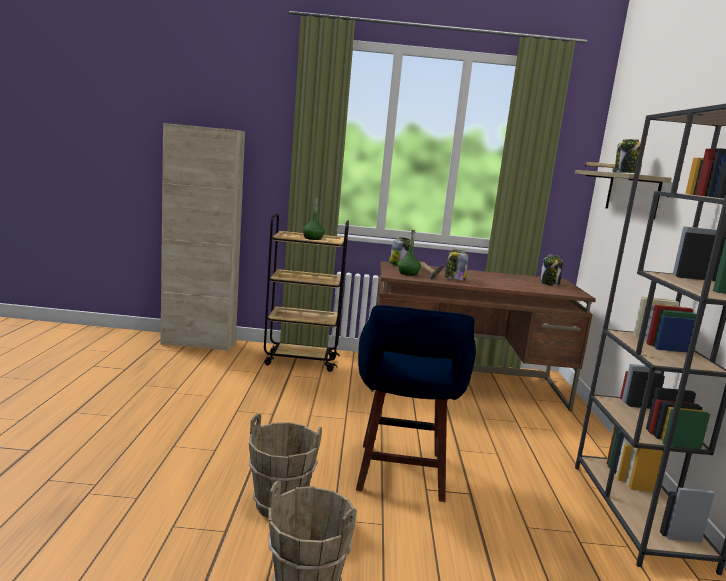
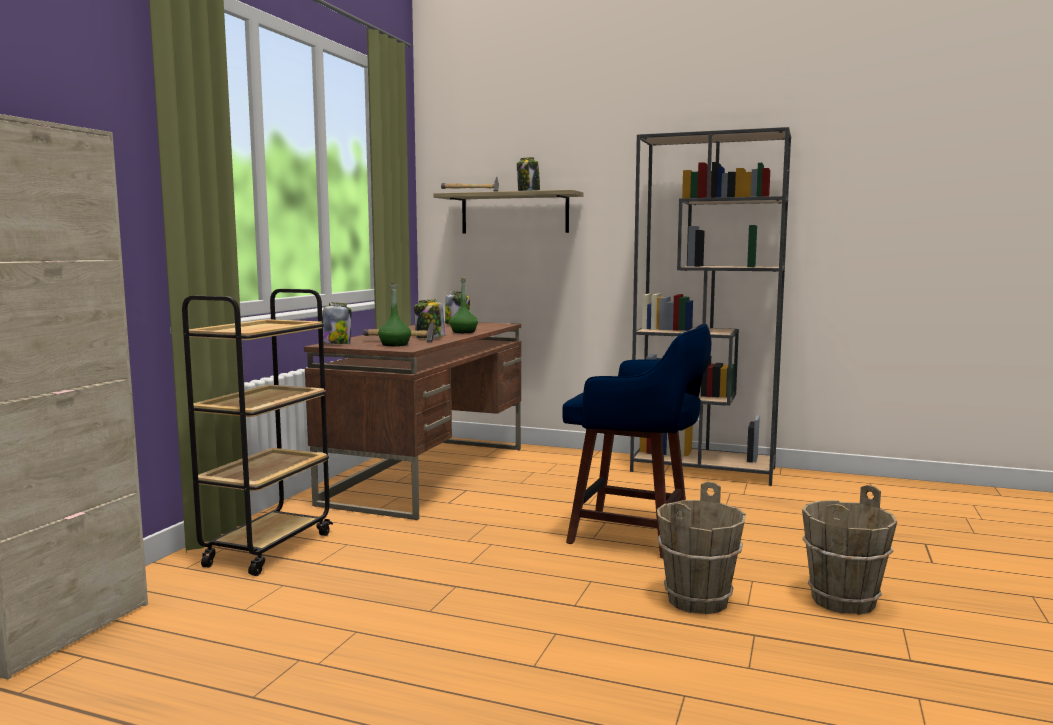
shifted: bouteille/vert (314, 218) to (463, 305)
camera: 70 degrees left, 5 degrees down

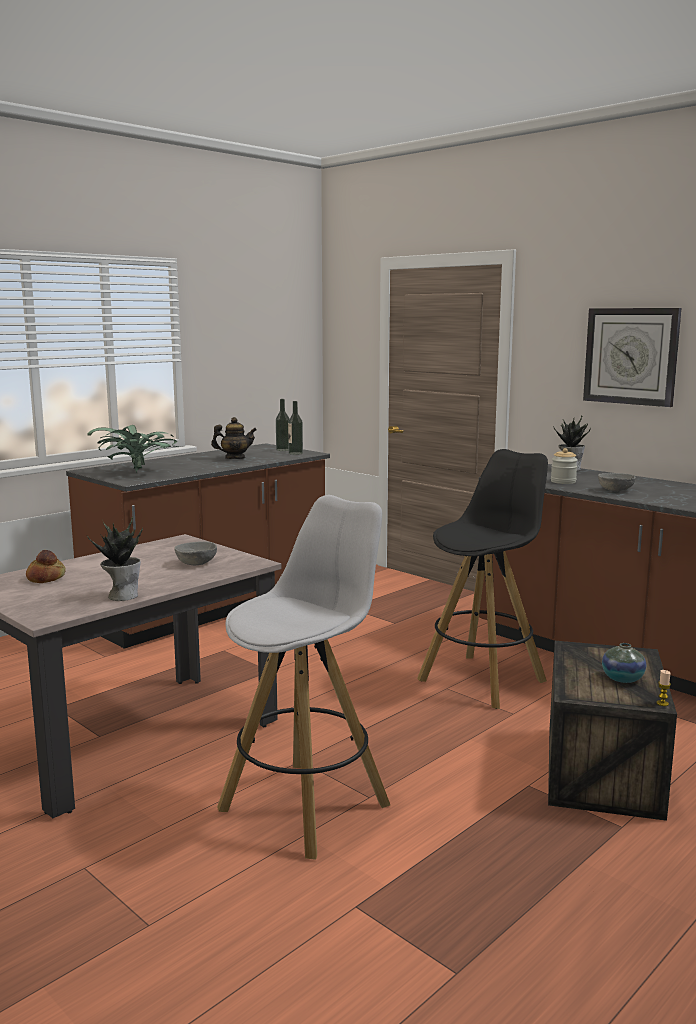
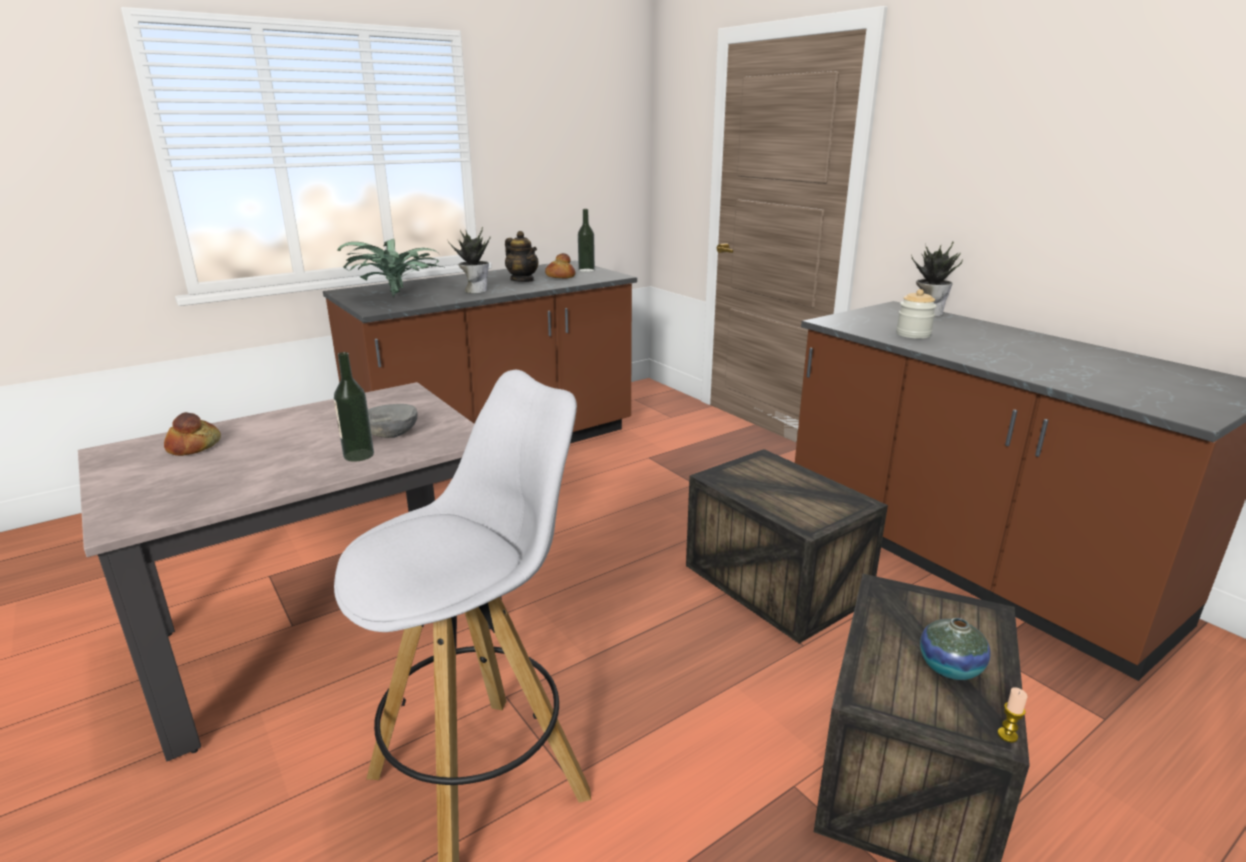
gone: horloge murale (632, 357); bol/gris (617, 482)
new: pain (560, 266)
shifted: plante en pot (115, 558) to (469, 260); bouteille (295, 428) to (354, 407)
swapped: tabouret/noir (482, 579) to caisse (787, 546)
rotated: théière (234, 438) = (522, 256) 45 degrees clockwise
camera: 10 degrees right, 10 degrees up

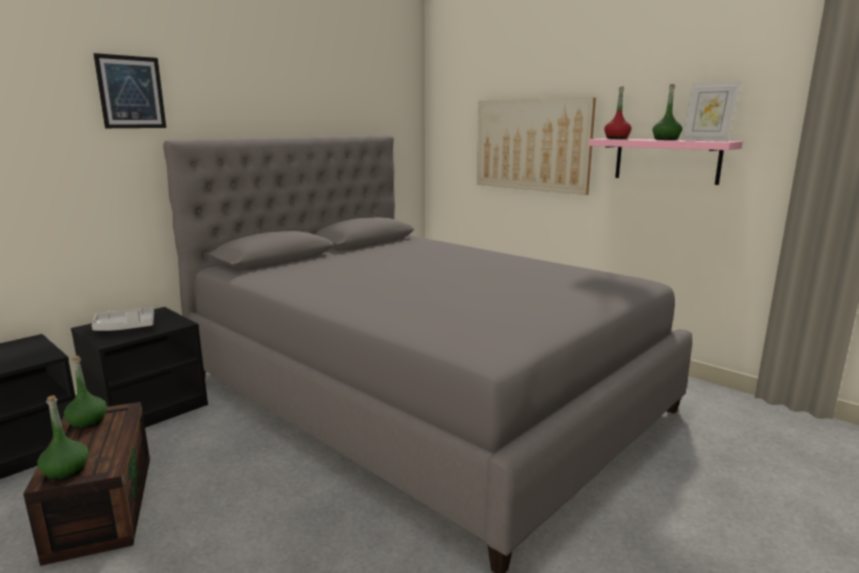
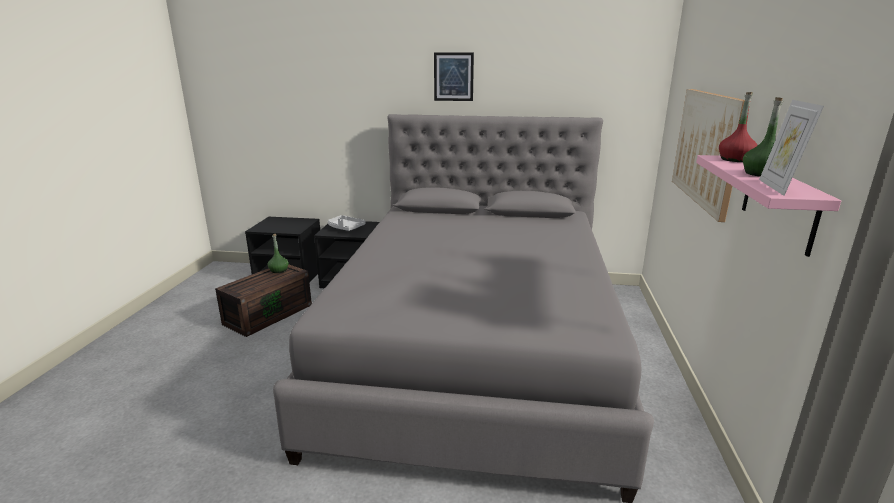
gone: bouteille/vert (63, 438)
shifted: tableau (129, 90) to (454, 76)
camera: 55 degrees right, 5 degrees up

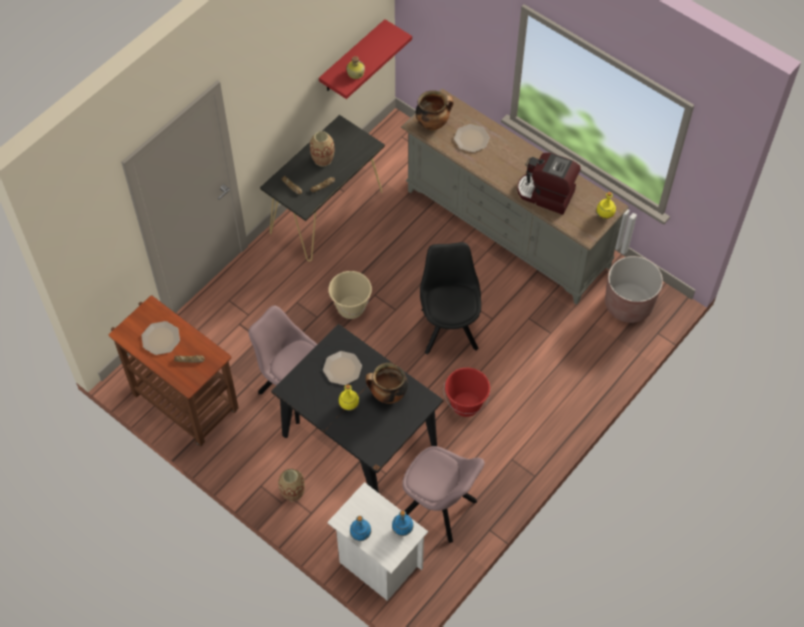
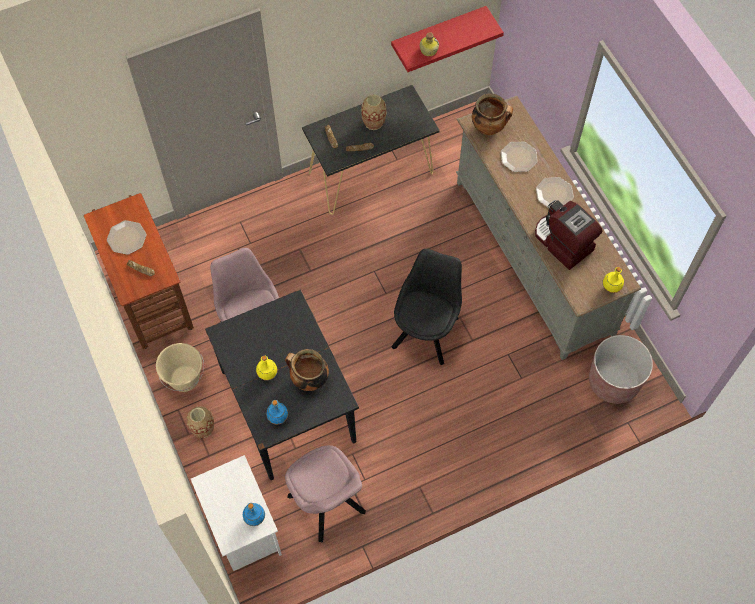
gone: seau/rouge (467, 392)
shifted: assiette (342, 368) to (555, 192); seau/beige (350, 295) to (180, 367); bouteille/bleu (360, 528) to (277, 412)
camera: 25 degrees right, 5 degrees up

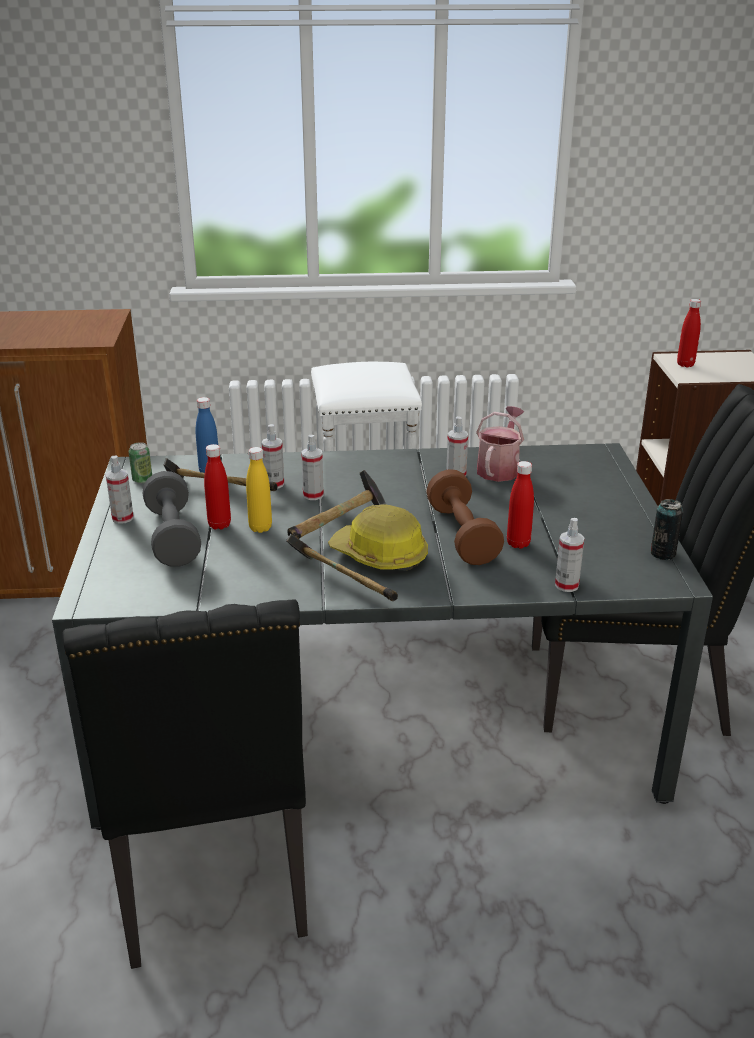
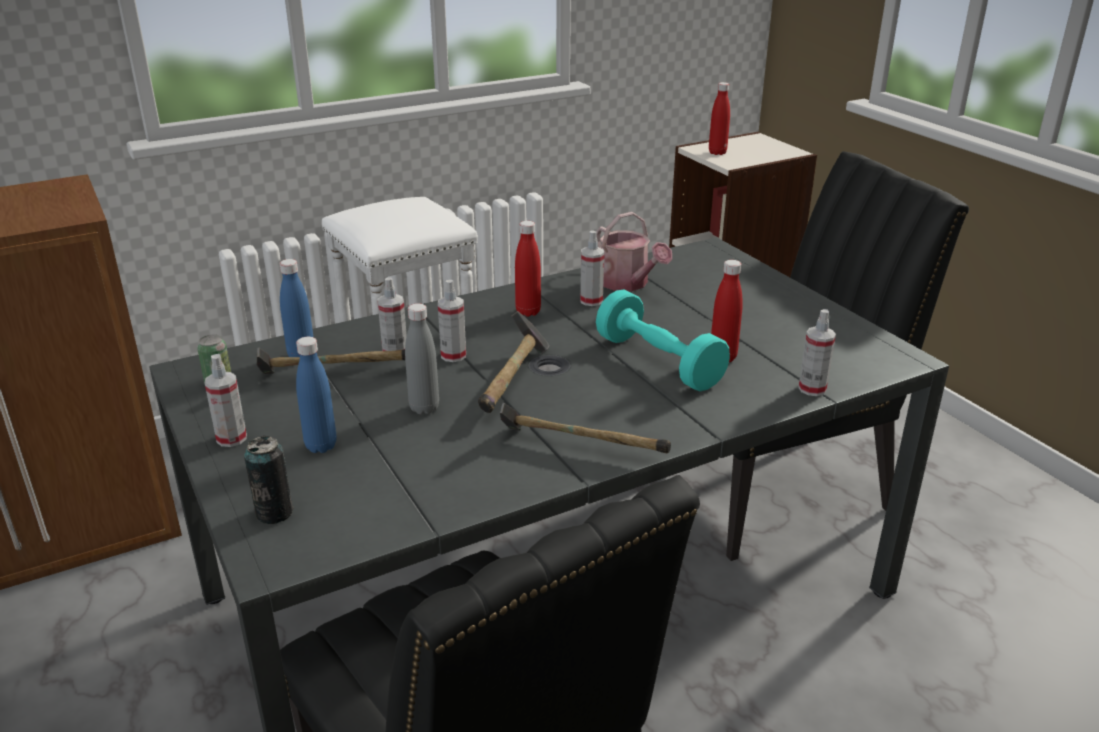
gone: casque de chantier (378, 538)
shifted: bouteille/rouge (217, 487) to (528, 269); boîte métallique (667, 529) to (269, 480)
swapped: haltère/gris (171, 519) to bouteille/bleu (316, 395)
repainted: bouteille/jaune (259, 490) to bouteille/gris (422, 358); haltère/marron (465, 517) to haltère/turquoise (663, 340)
rotated: arrosoir (500, 444) = (634, 251) 150 degrees clockwise
camera: 25 degrees left, 0 degrees up

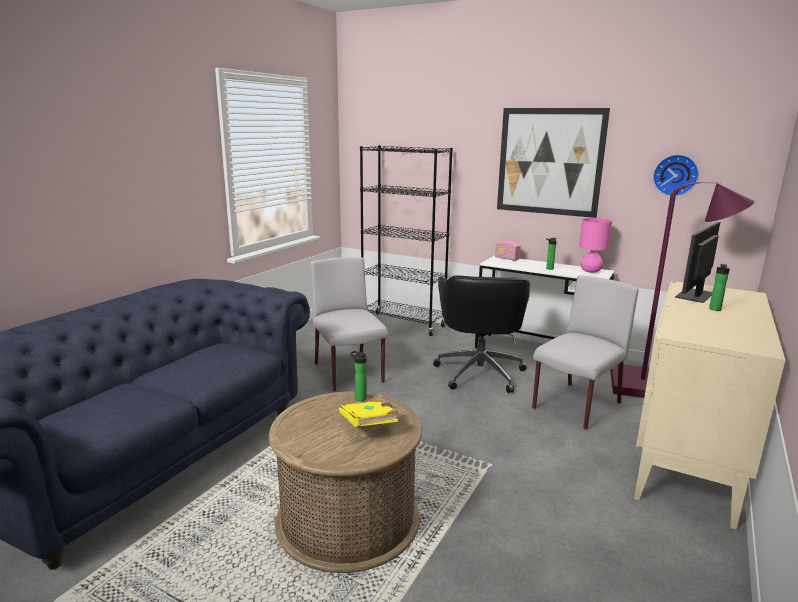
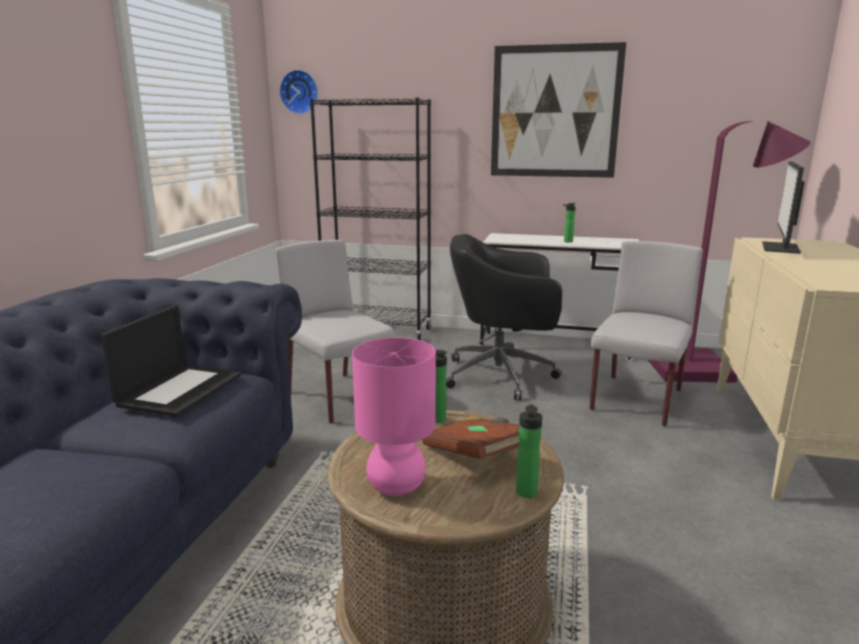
gone: radio (507, 251)
new: ordinateur portable (171, 361)
shifted: lampe de table/rose (595, 245) to (394, 416); horloge murale (676, 175) to (298, 92); bouteille (719, 287) to (529, 451)
repainted: livre/jaune (368, 413) to livre/marron (471, 437)
rotated: chaise de bureau/noir (481, 334) = (504, 317) 105 degrees clockwise
camera: 15 degrees left, 0 degrees up

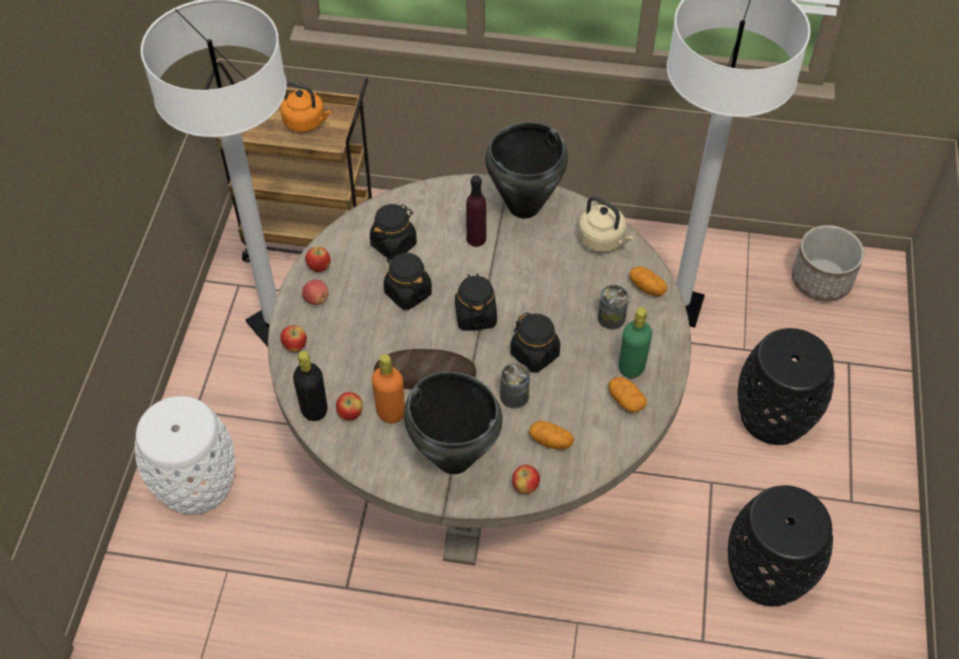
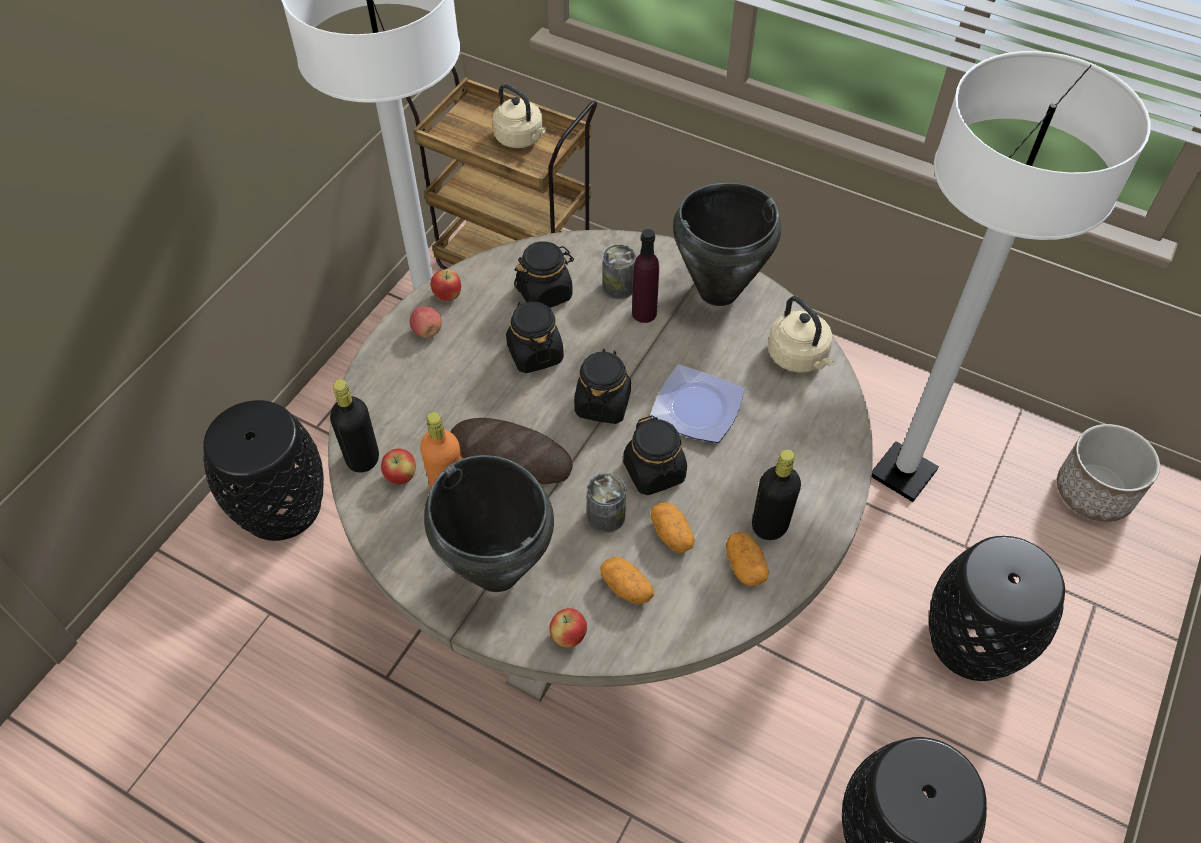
gone: pomme (293, 338)
new: assiette (697, 404)
shifted: boîte métallique (613, 307) to (619, 272); pomme de terre (648, 281) to (673, 528)
repainted: tabouret/blanc (185, 455) to tabouret/noir (263, 470); bouilloire/orange (306, 107) to bouilloire/beige (519, 116); bouteille/vert (635, 342) to bouteille/noir (776, 495)
camera: 20 degrees right, 0 degrees up

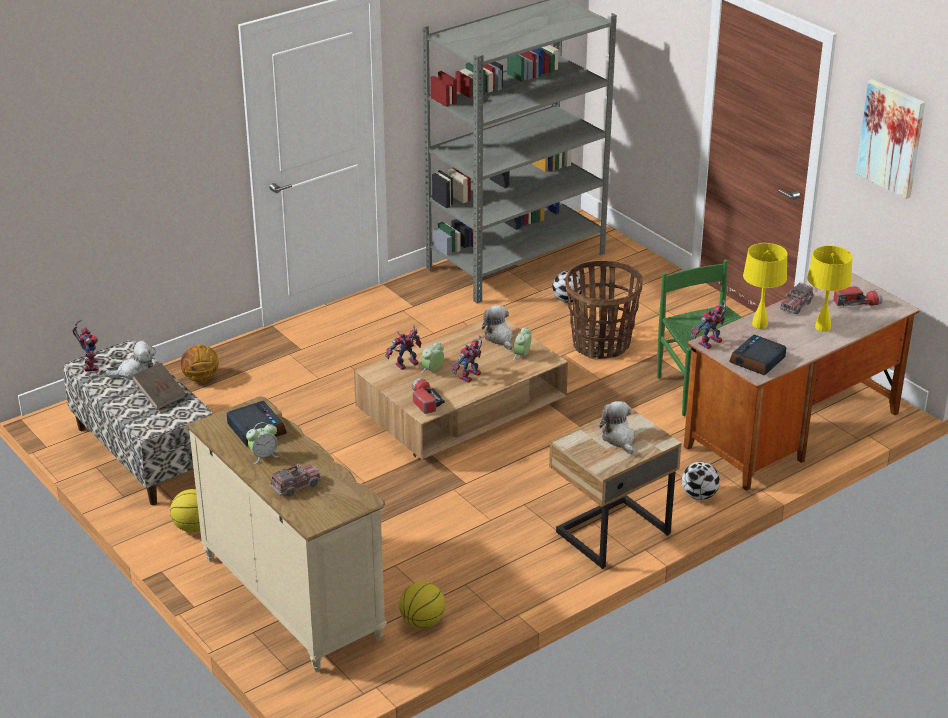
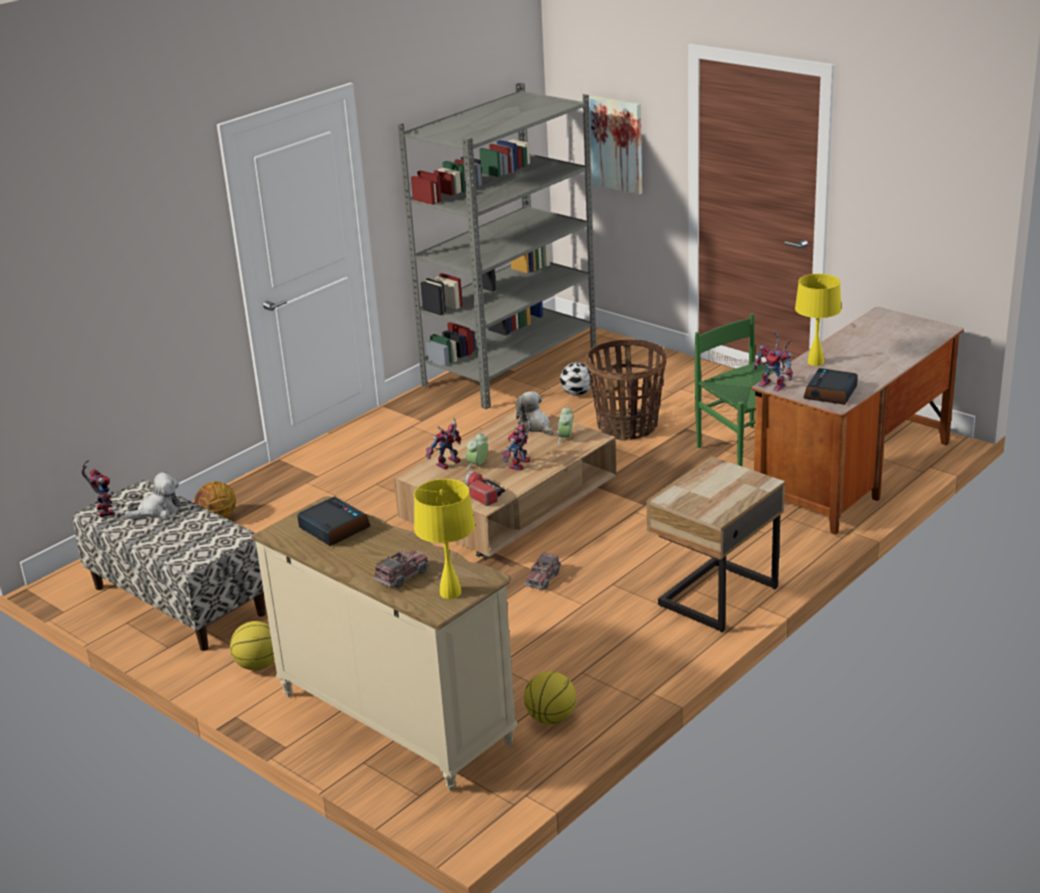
gone: livre/marron (159, 386); réveil (262, 443); peluche (617, 427); ballon de foot (701, 481); lampe de poche (857, 296)
shifted: camion jouet (796, 298) to (543, 571); lampe de table/jaune (830, 288) to (444, 539); tableau (890, 139) to (616, 145)
rotated: robot jouet (708, 324) = (773, 361) 90 degrees counterclockwise
camera: 10 degrees left, 5 degrees down

